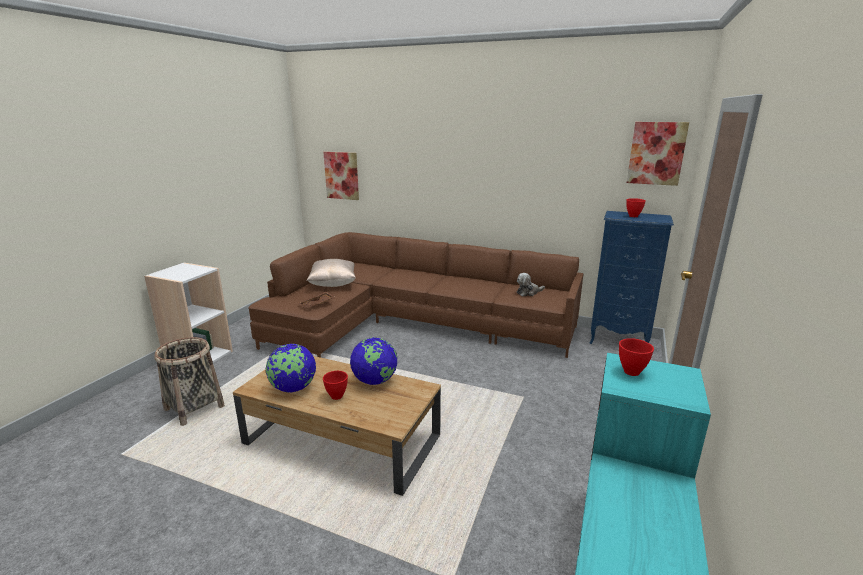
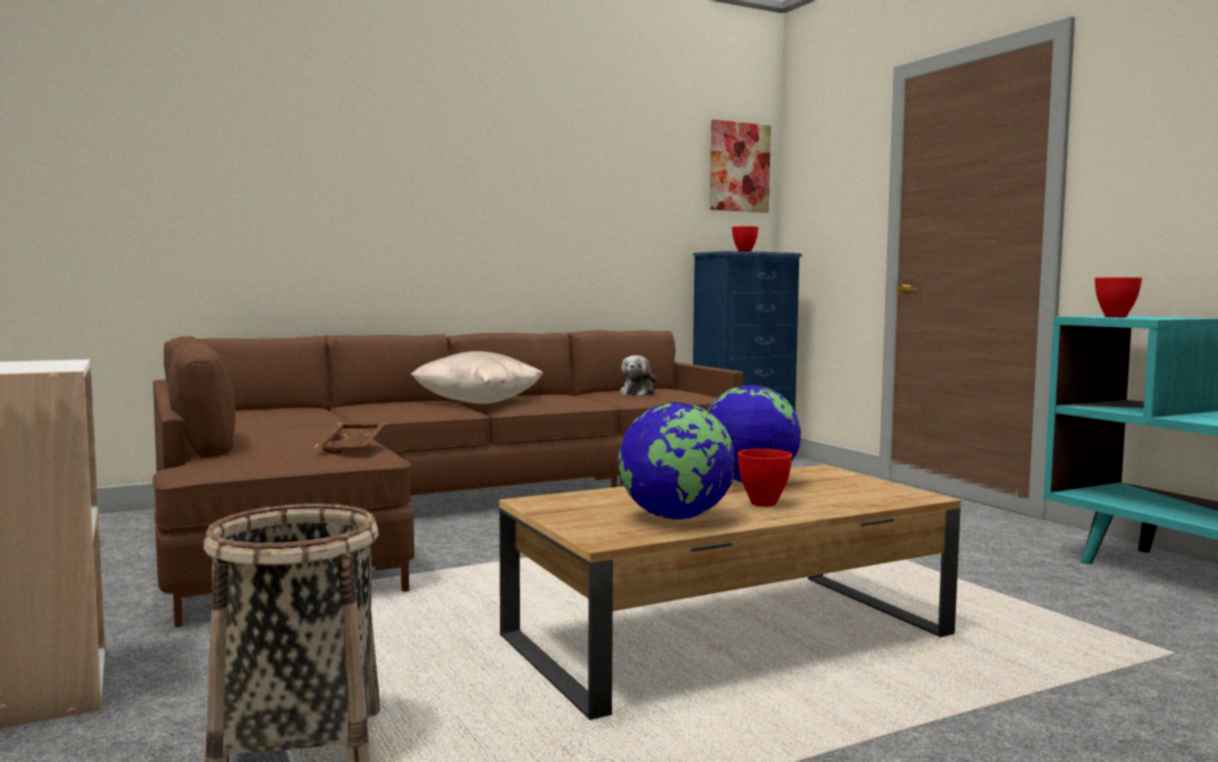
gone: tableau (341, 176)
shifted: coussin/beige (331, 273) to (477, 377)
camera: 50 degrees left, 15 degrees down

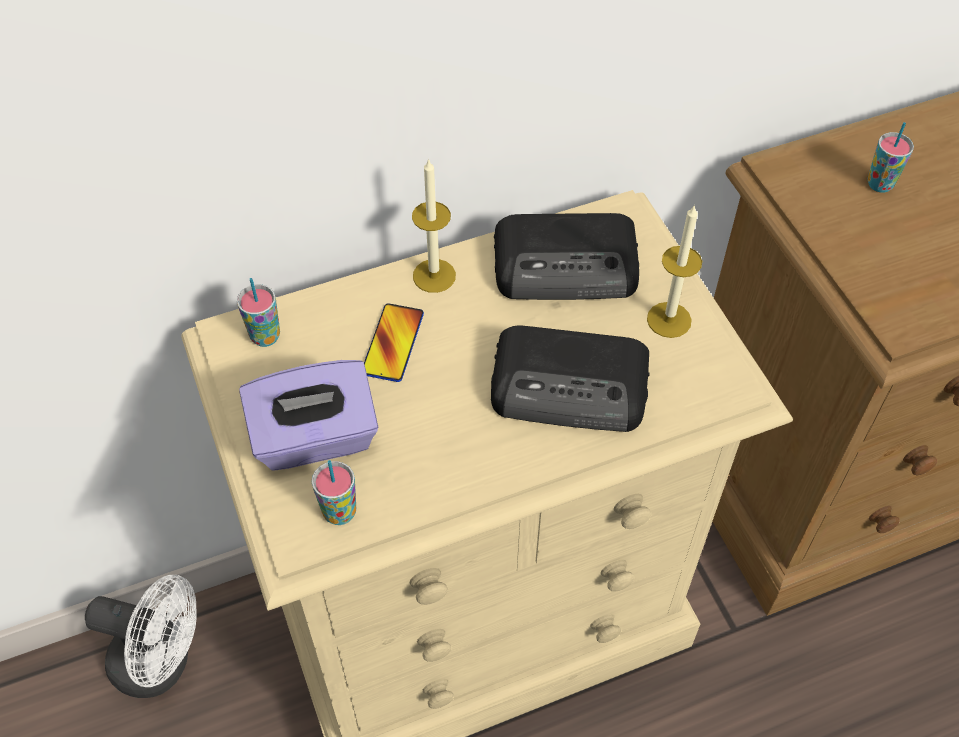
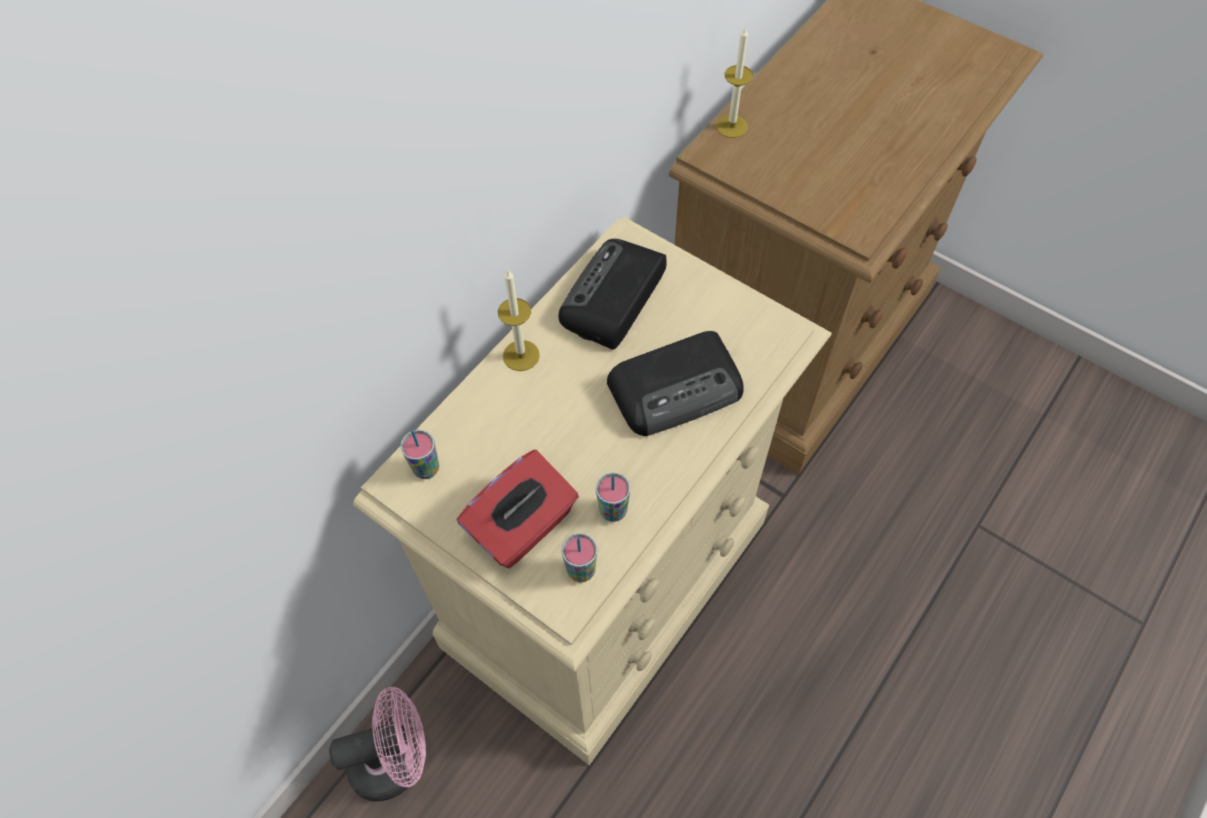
gone: téléphone (394, 342)
shifted: bougie (674, 271) to (734, 82); tasse (891, 157) to (613, 497)
repainted: ventilateur/blanc (140, 636) to ventilateur/rose (377, 744); boîte à mouchoirs/violet (308, 415) to boîte à mouchoirs/rouge (518, 509)
rotated: radio (566, 256) = (612, 294) 150 degrees clockwise
camera: 30 degrees left, 5 degrees up

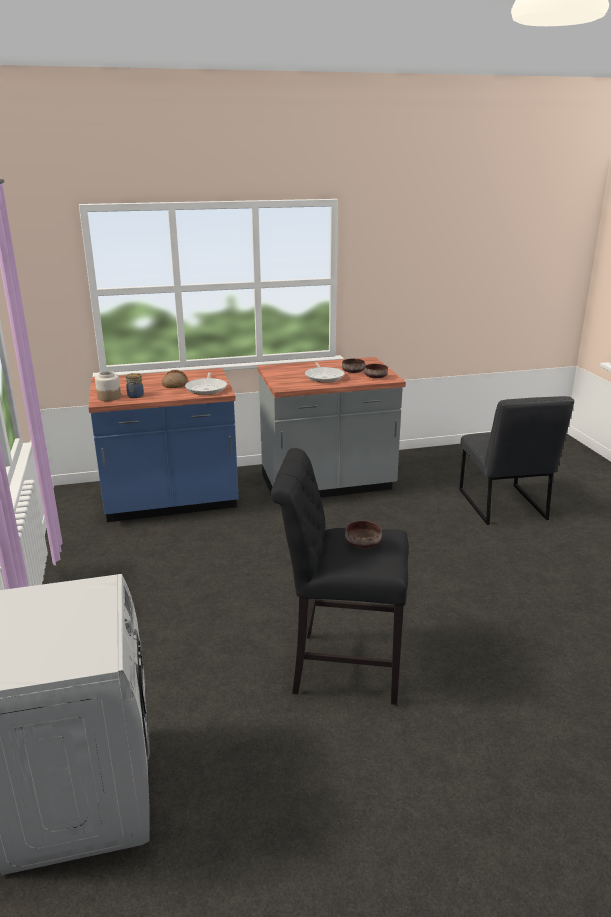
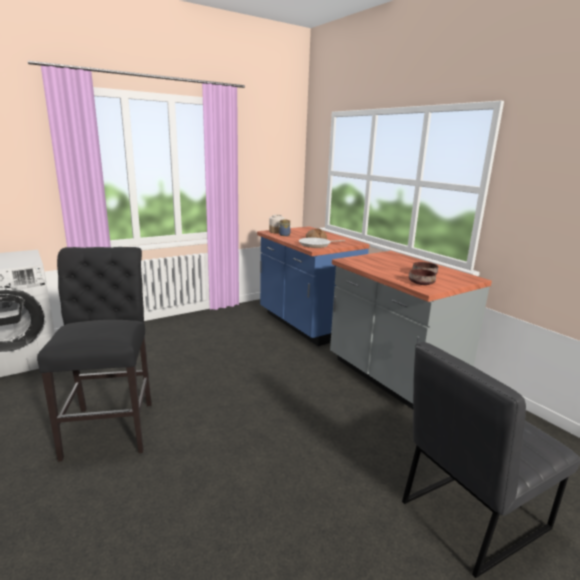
gone: poêle (325, 372); bol/marron (363, 534)
camera: 70 degrees right, 5 degrees down

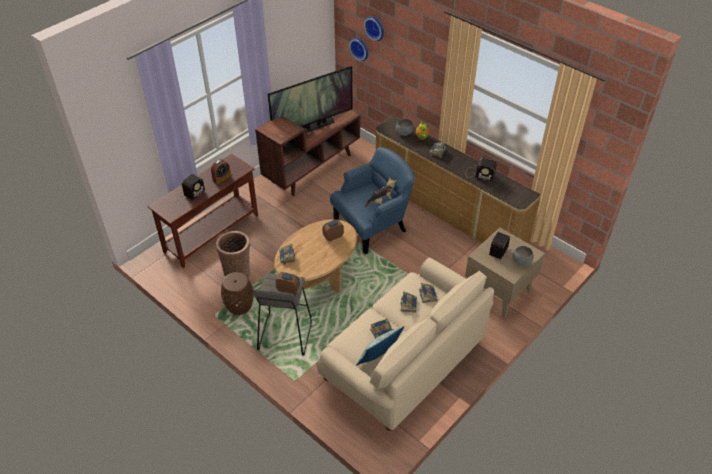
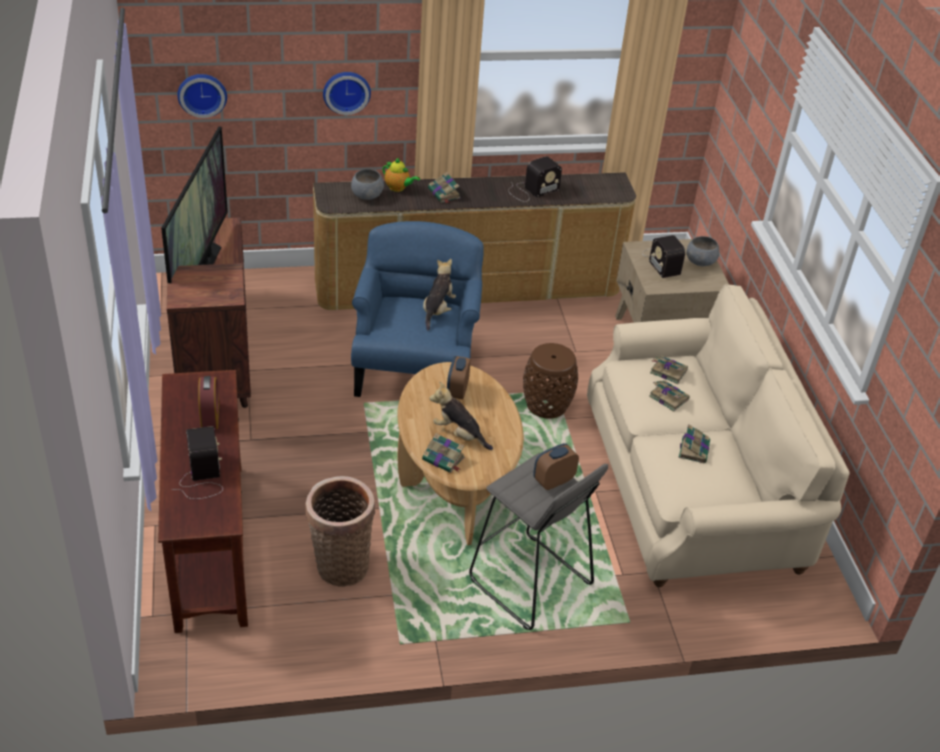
gone: coussin (380, 346)
new: peluche (461, 416)
shifted: tabouret/marron (237, 293) to (550, 381); horloge murale (374, 28) to (347, 93)
camera: 55 degrees left, 5 degrees down

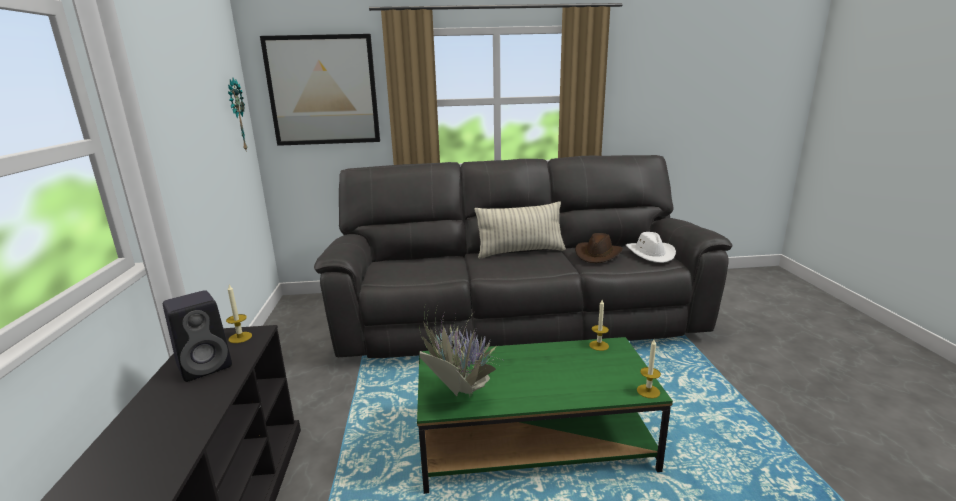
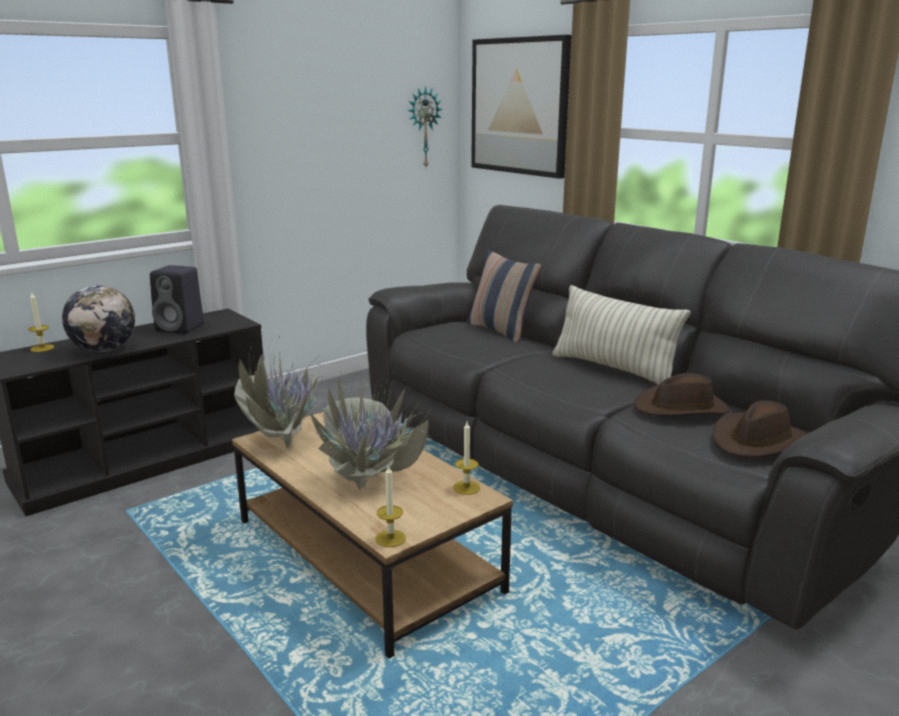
new: globe (98, 318); plante en pot (367, 442); coussin (504, 296)
shifted: bougie (239, 314) to (41, 322)
repainted: table basse/vert (545, 415) to table basse/marron (372, 535); chapeau/blanc (651, 247) to chapeau/marron (760, 429)
camera: 55 degrees right, 0 degrees up

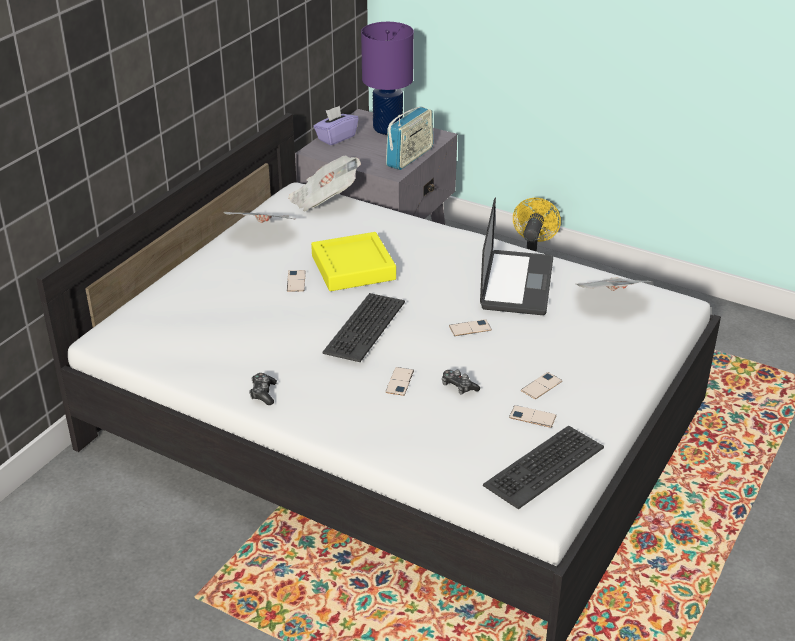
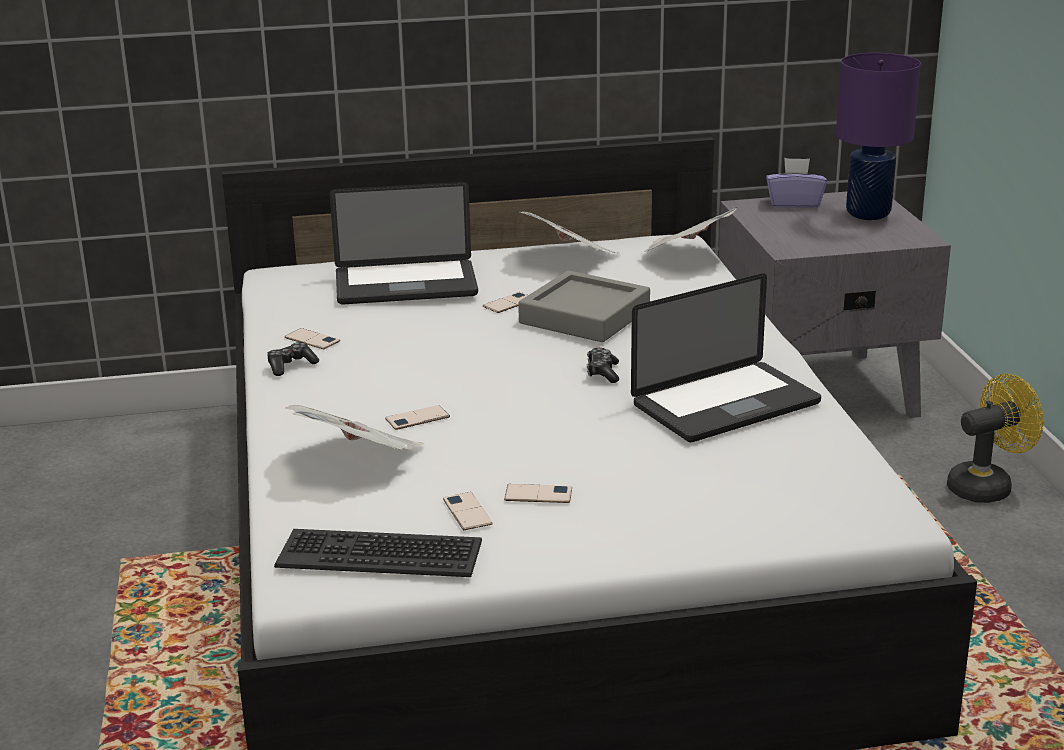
gone: clavier (364, 327); radio (409, 138)
new: ordinateur portable (404, 243)
shifted: manette (461, 382) to (603, 365); téléphone (470, 327) to (312, 338); journal (613, 284) to (355, 427)
repainted: plateau/jaune (353, 261) to plateau/gris (584, 306)
camera: 50 degrees right, 10 degrees down

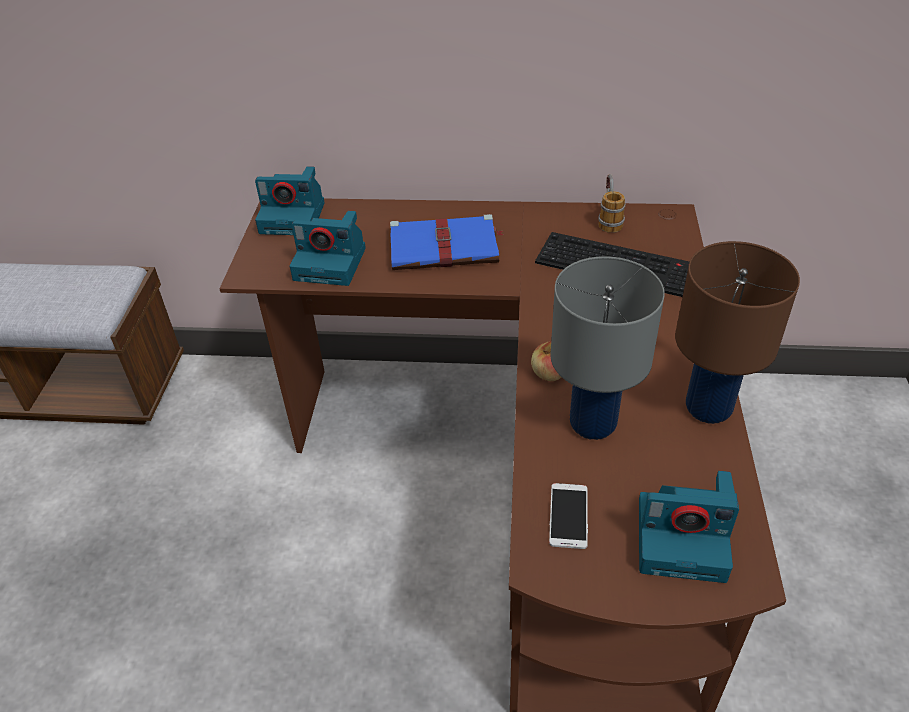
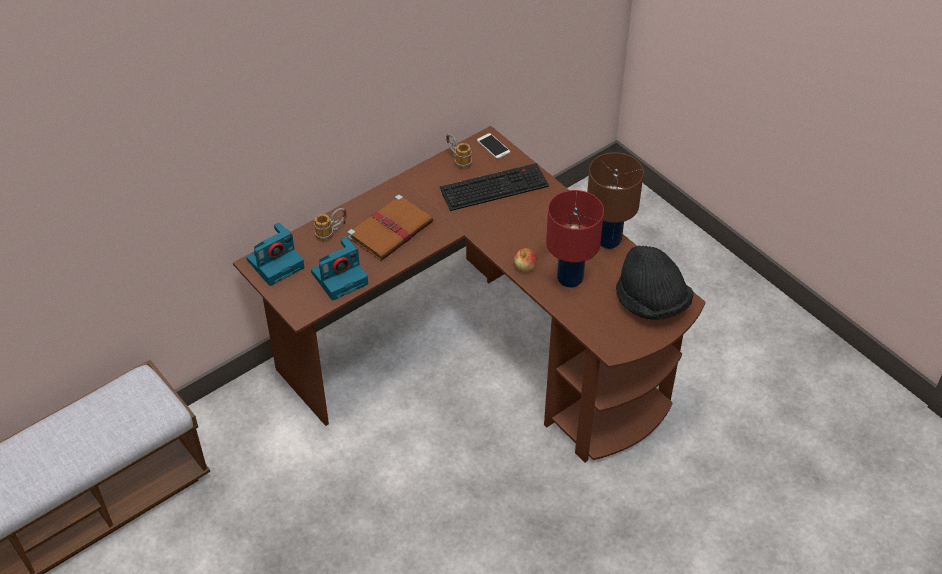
new: mug (330, 225)
shifted: téléphone (568, 516) to (493, 146)
swapped: appareil photo (689, 527) to chapeau/noir (654, 283)
repainted: livre/bleu (446, 242) to livre/marron (390, 228); lampe de table/gris (608, 348) to lampe de table/rouge (575, 239)
camera: 45 degrees left, 5 degrees up

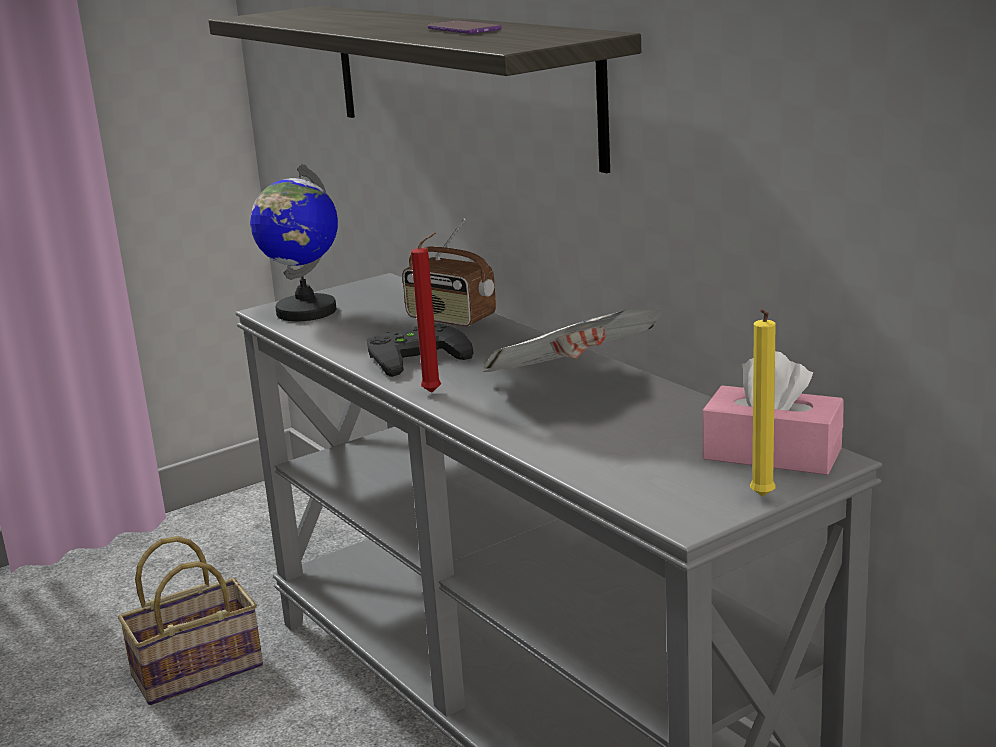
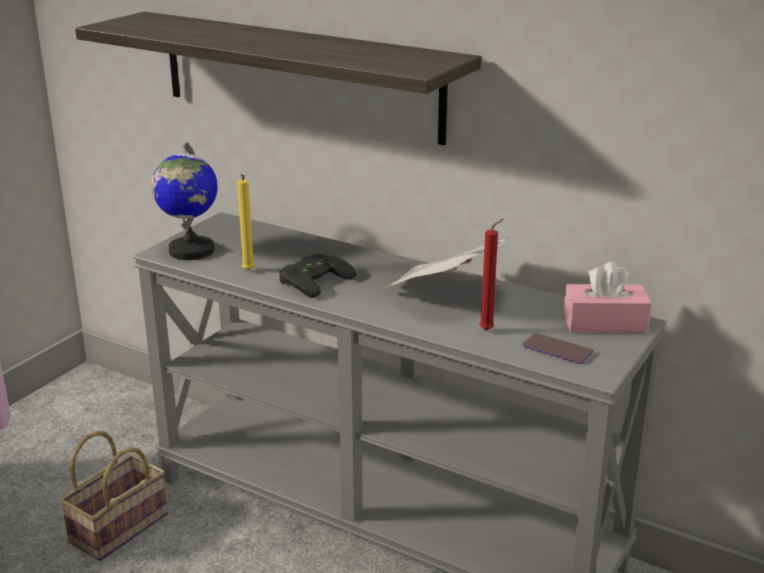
gone: radio (449, 272)
shifted: bougie/rouge (426, 312) to (491, 274); téléphone (464, 27) to (557, 348); bougie/jaune (763, 403) to (246, 222)
camera: 25 degrees left, 5 degrees up

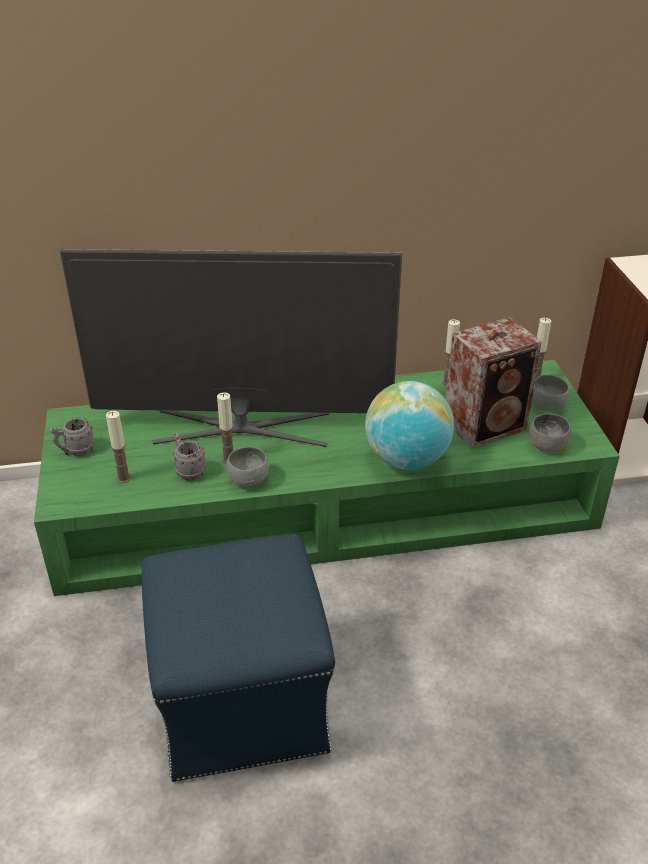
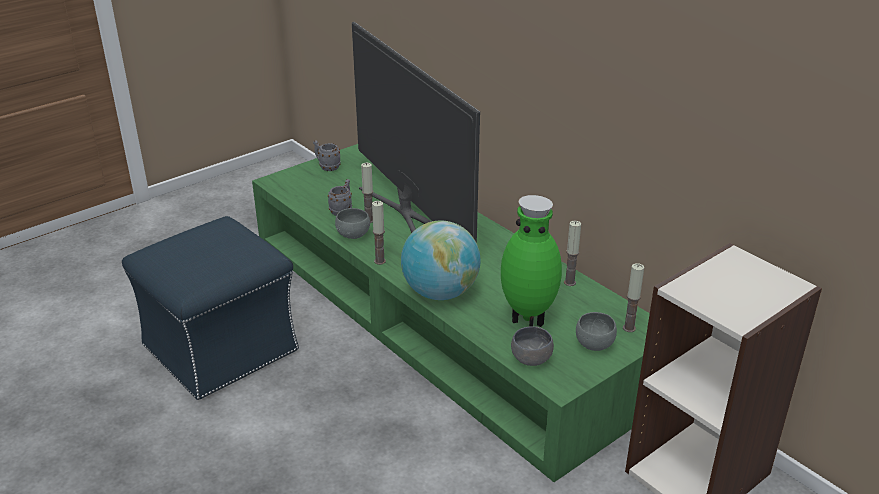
shifted: bougie (118, 447) to (379, 233)
swapped: enceinte (494, 382) to vase/vert (531, 261)
camera: 60 degrees right, 5 degrees down

